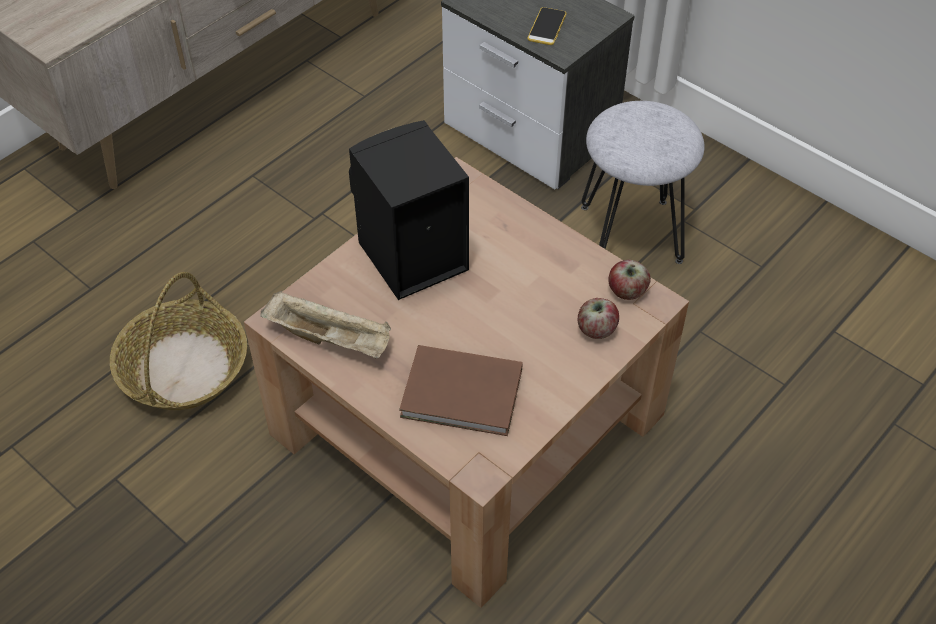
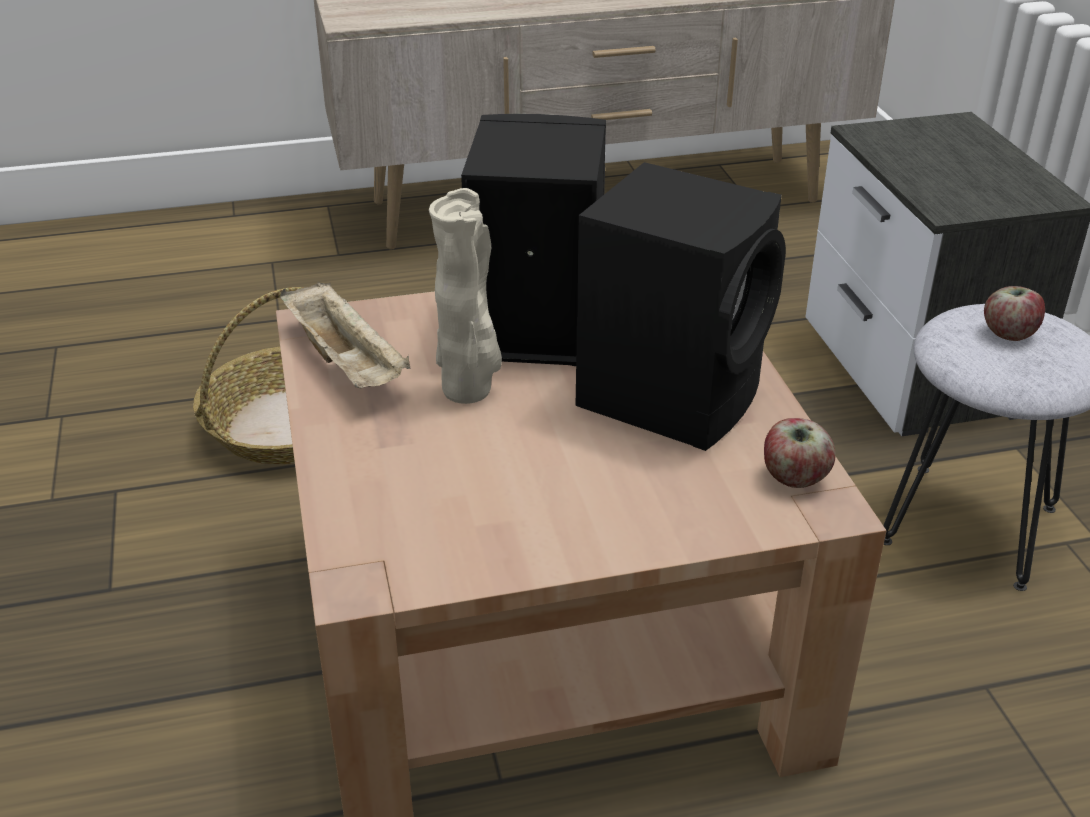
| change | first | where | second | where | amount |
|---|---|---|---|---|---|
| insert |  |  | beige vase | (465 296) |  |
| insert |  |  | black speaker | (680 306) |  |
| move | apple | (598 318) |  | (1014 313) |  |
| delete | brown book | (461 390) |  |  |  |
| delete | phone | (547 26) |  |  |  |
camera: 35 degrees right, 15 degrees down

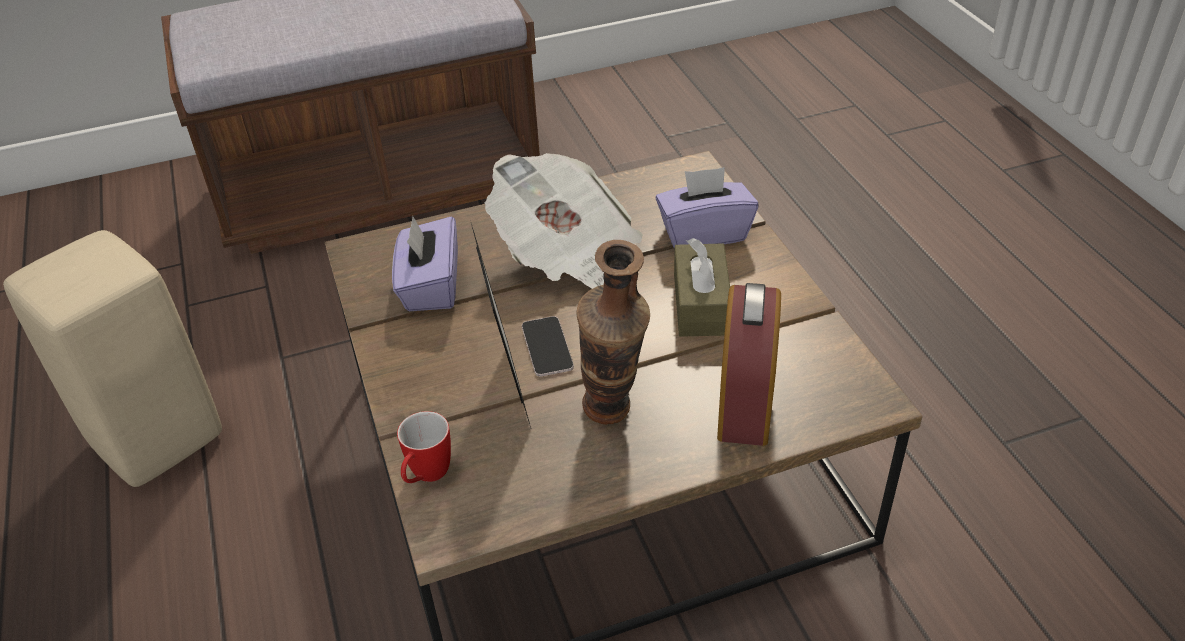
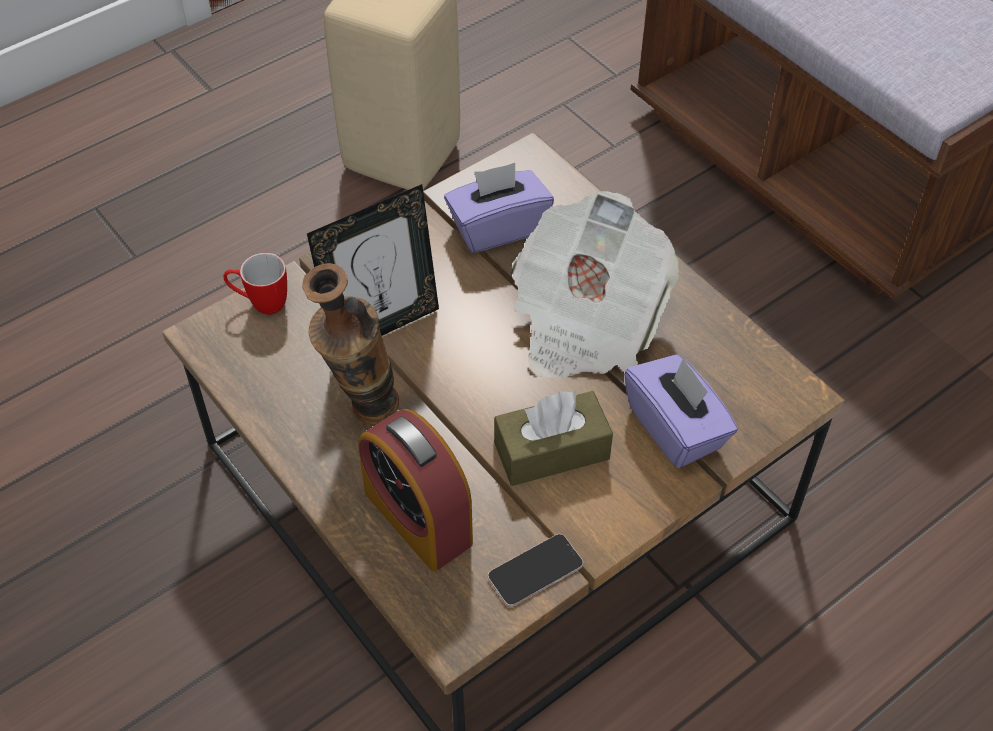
| change | first | where | second | where | amount |
|---|---|---|---|---|---|
| rotate | alarm clock | (749 364) |  | (415 490) | 60 degrees clockwise |
| move | phone | (548 346) |  | (535 570) |  |
camera: 70 degrees right, 10 degrees up

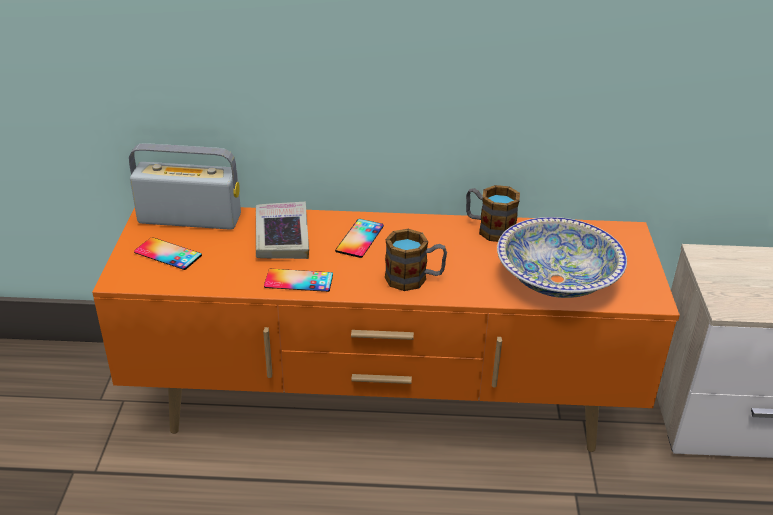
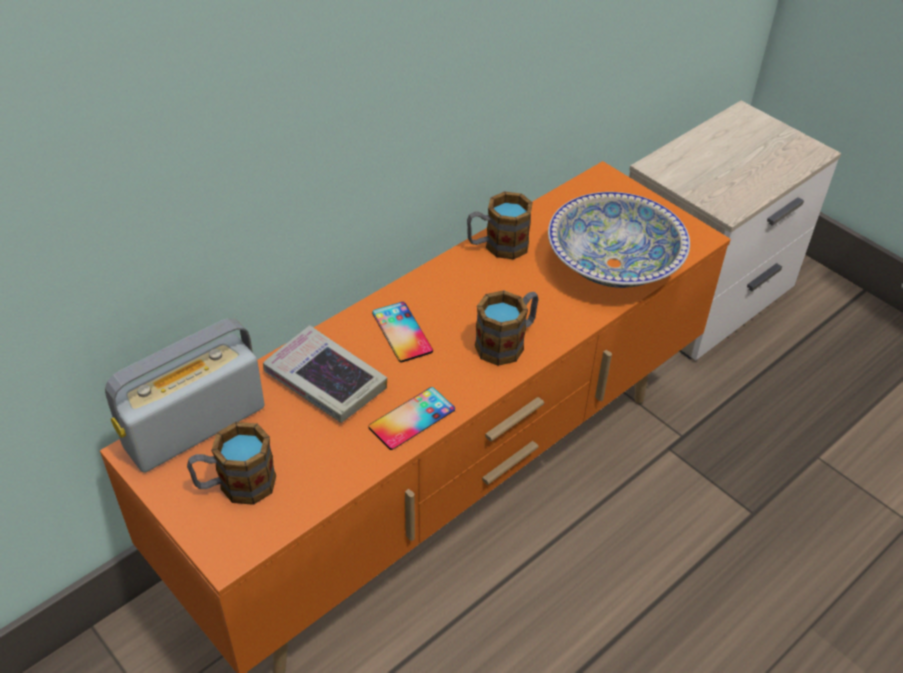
| change | first | where | second | where | amount |
|---|---|---|---|---|---|
| replace | phone | (168 253) | mug | (231 463) |  |
camera: 45 degrees left, 10 degrees up

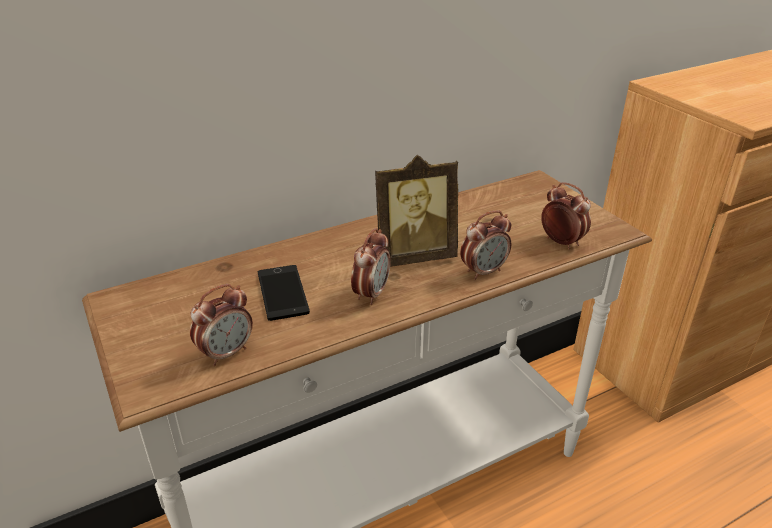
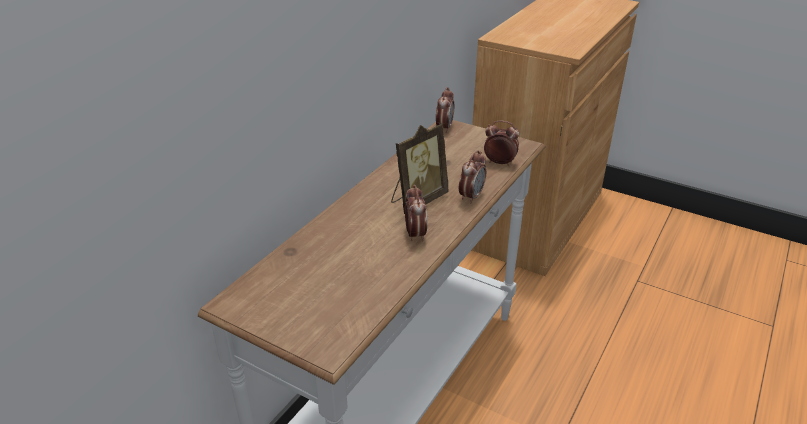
| change | first | where | second | where | amount |
|---|---|---|---|---|---|
| move | alarm clock | (221 325) |  | (445 110) |  |
| delete | phone | (284 293) |  |  |  |
camera: 30 degrees left, 0 degrees up

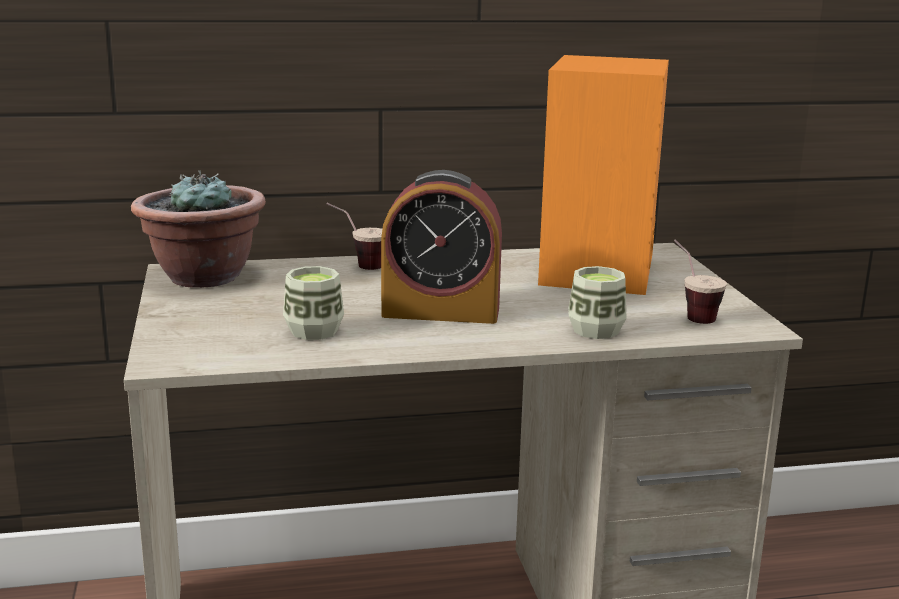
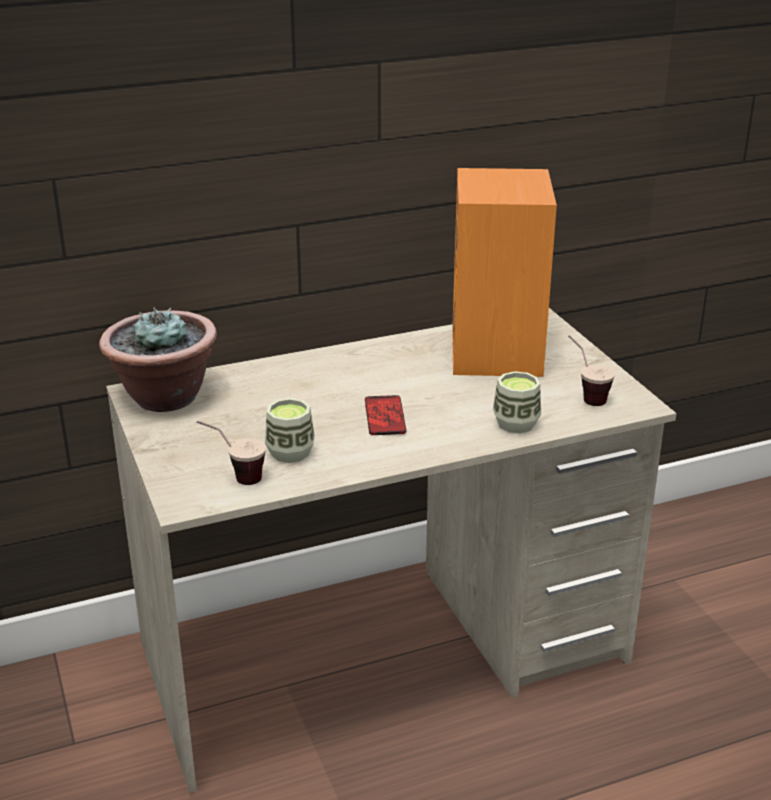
| change | first | where | second | where | amount |
|---|---|---|---|---|---|
| move | cup | (354 236) |  | (231 453) |  |
| replace | alarm clock | (441 247) | phone | (385 415) |  |
camera: 10 degrees left, 10 degrees up

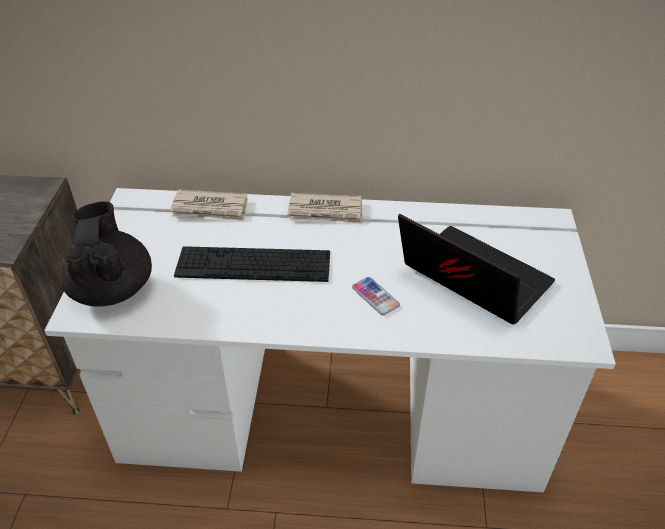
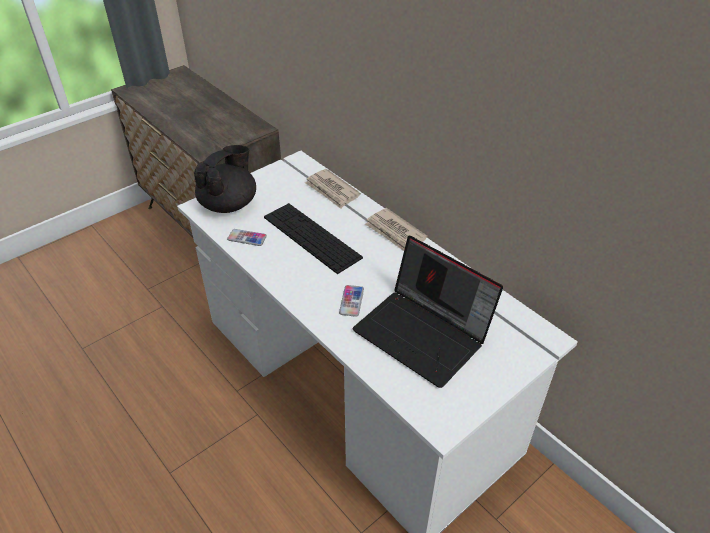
| change | first | where | second | where | amount |
|---|---|---|---|---|---|
| insert |  |  | phone | (247 237) |  |
| rotate | laptop | (476 269) |  | (427 312) | 135 degrees clockwise |
camera: 45 degrees right, 0 degrees up

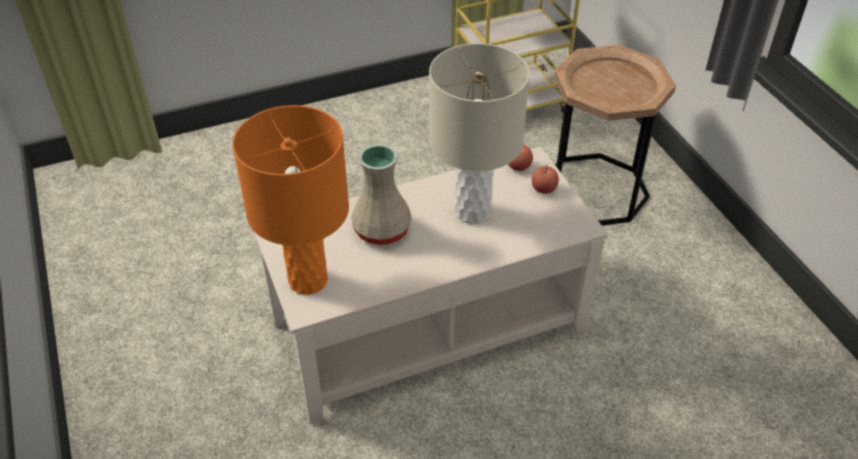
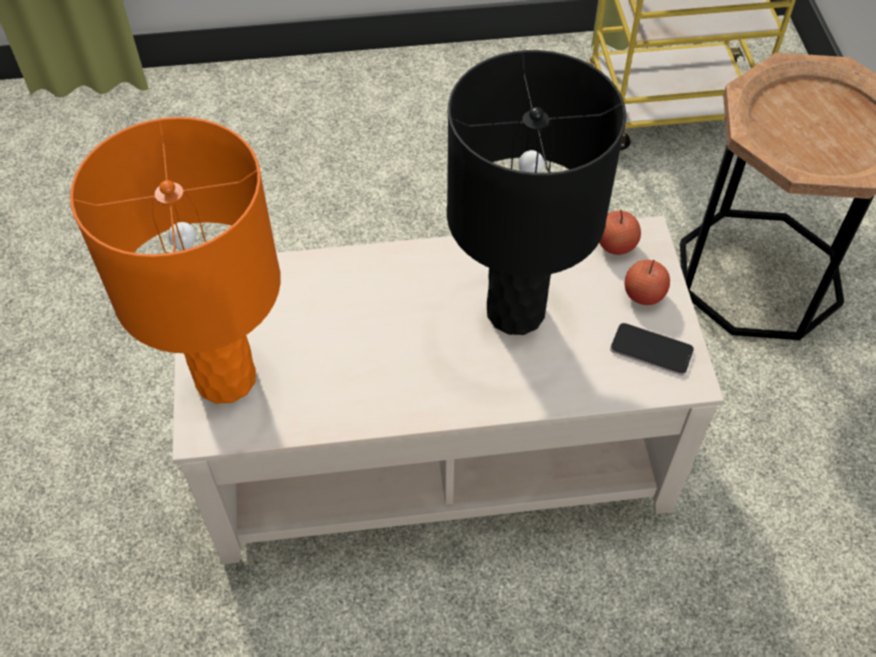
| change | first | where | second | where | amount |
|---|---|---|---|---|---|
| recolor | beige table lamp | (479 133) | black table lamp | (536 192) |  |
| insert |  |  | phone | (652 349) |  |
| delete | beige vase | (381 194) |  |  |  |
camera: 15 degrees right, 10 degrees up

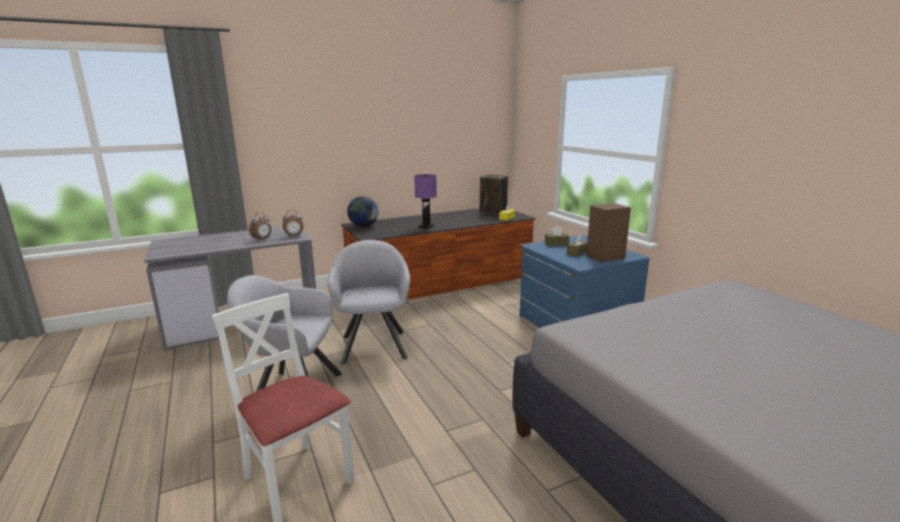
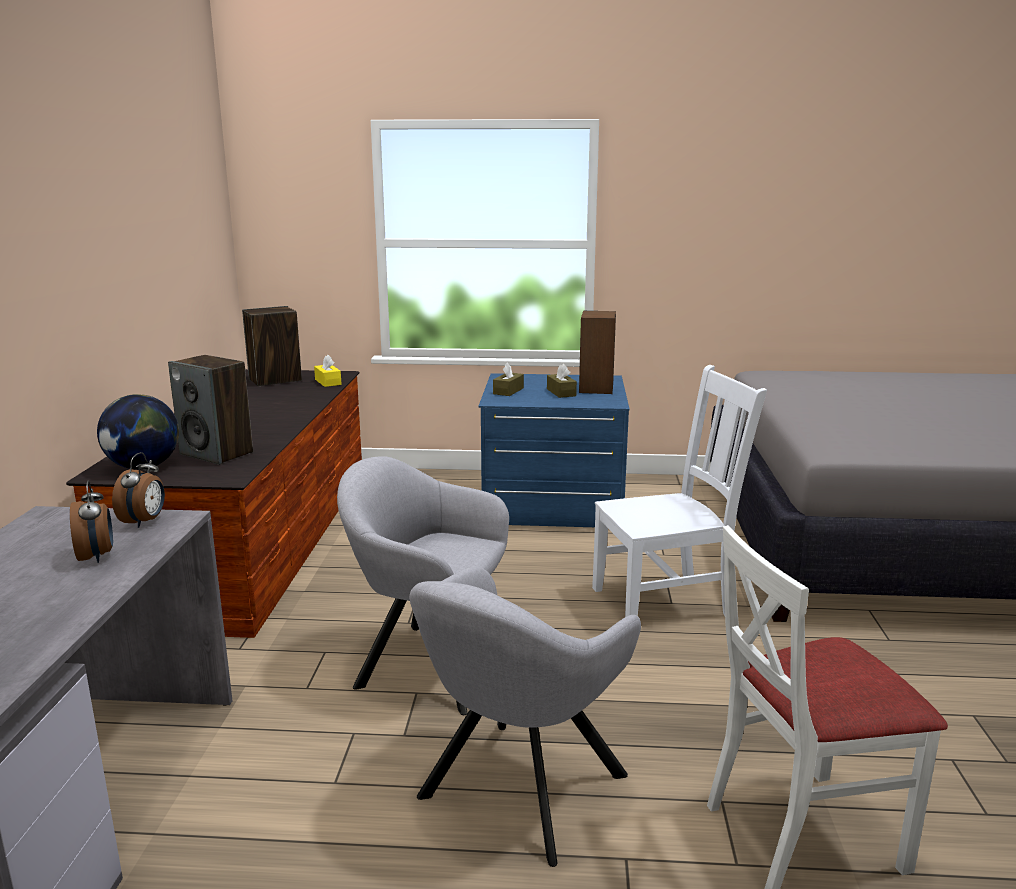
| change | first | where | second | where | amount |
|---|---|---|---|---|---|
| insert |  |  | speaker | (210 410) |  |
| insert |  |  | white chair | (679 491) |  |
| delete | purple table lamp | (425 201) |  |  |  |
camera: 60 degrees left, 0 degrees up

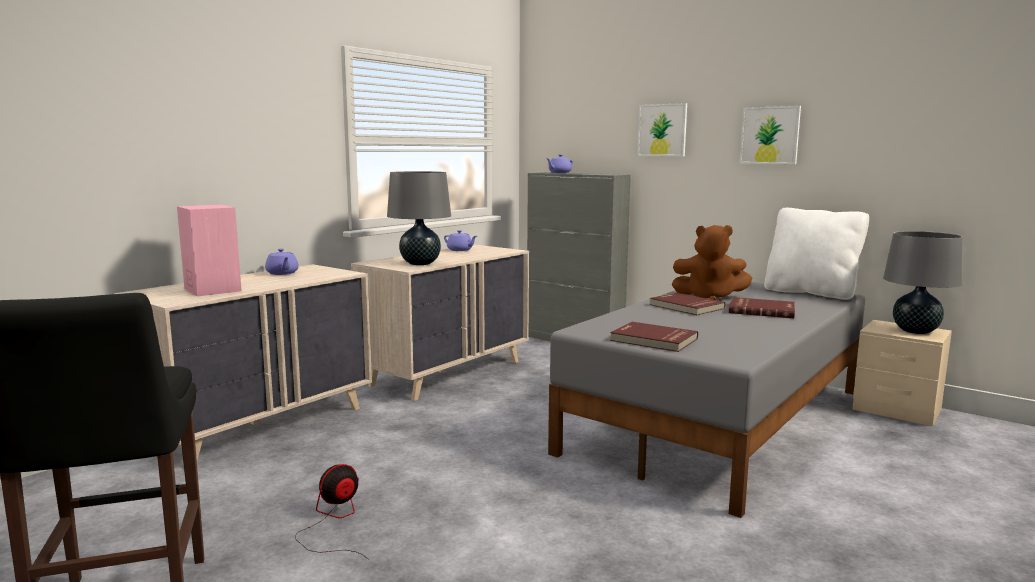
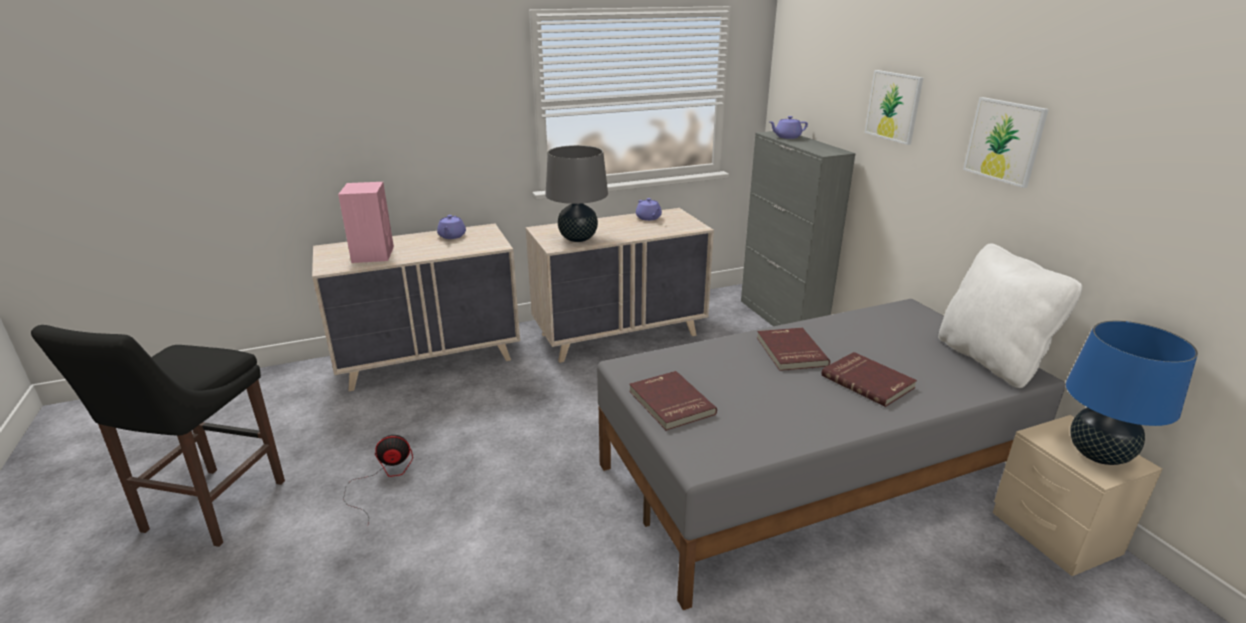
| change | first | where | second | where | amount |
|---|---|---|---|---|---|
| recolor | grey table lamp | (923 282) | blue table lamp | (1132 393) |  |
| delete | brown plush toy | (712 262) |  |  |  |
camera: 30 degrees right, 15 degrees up

